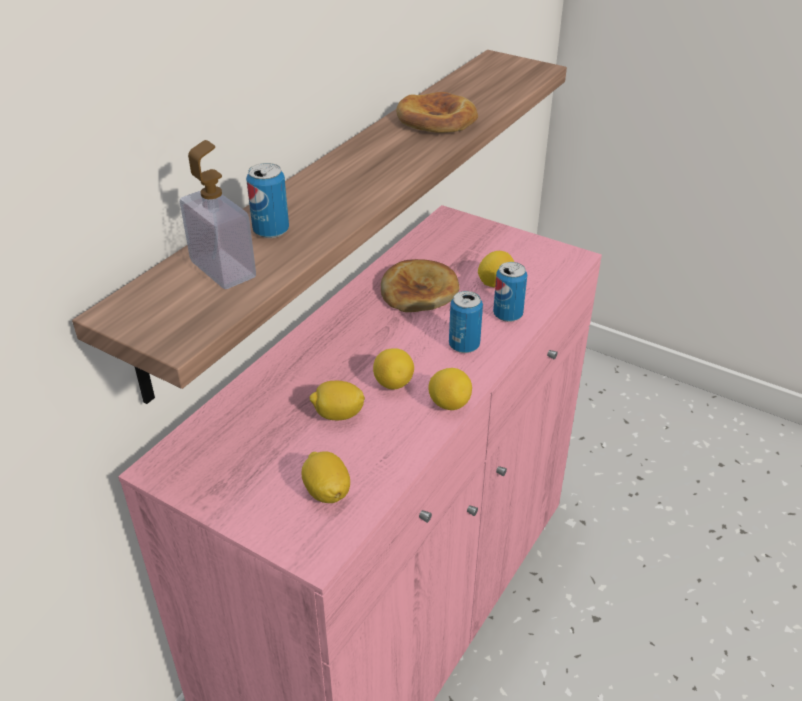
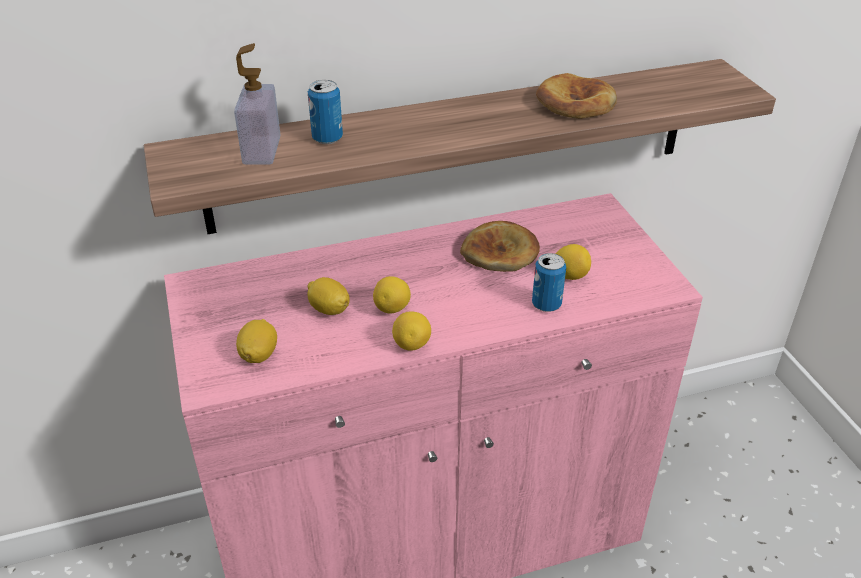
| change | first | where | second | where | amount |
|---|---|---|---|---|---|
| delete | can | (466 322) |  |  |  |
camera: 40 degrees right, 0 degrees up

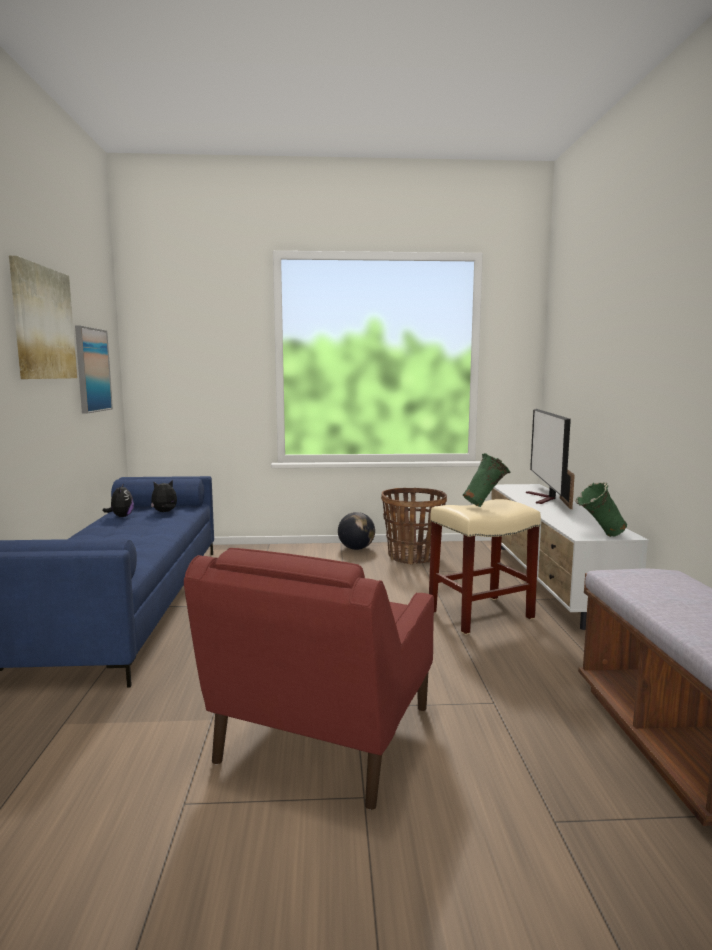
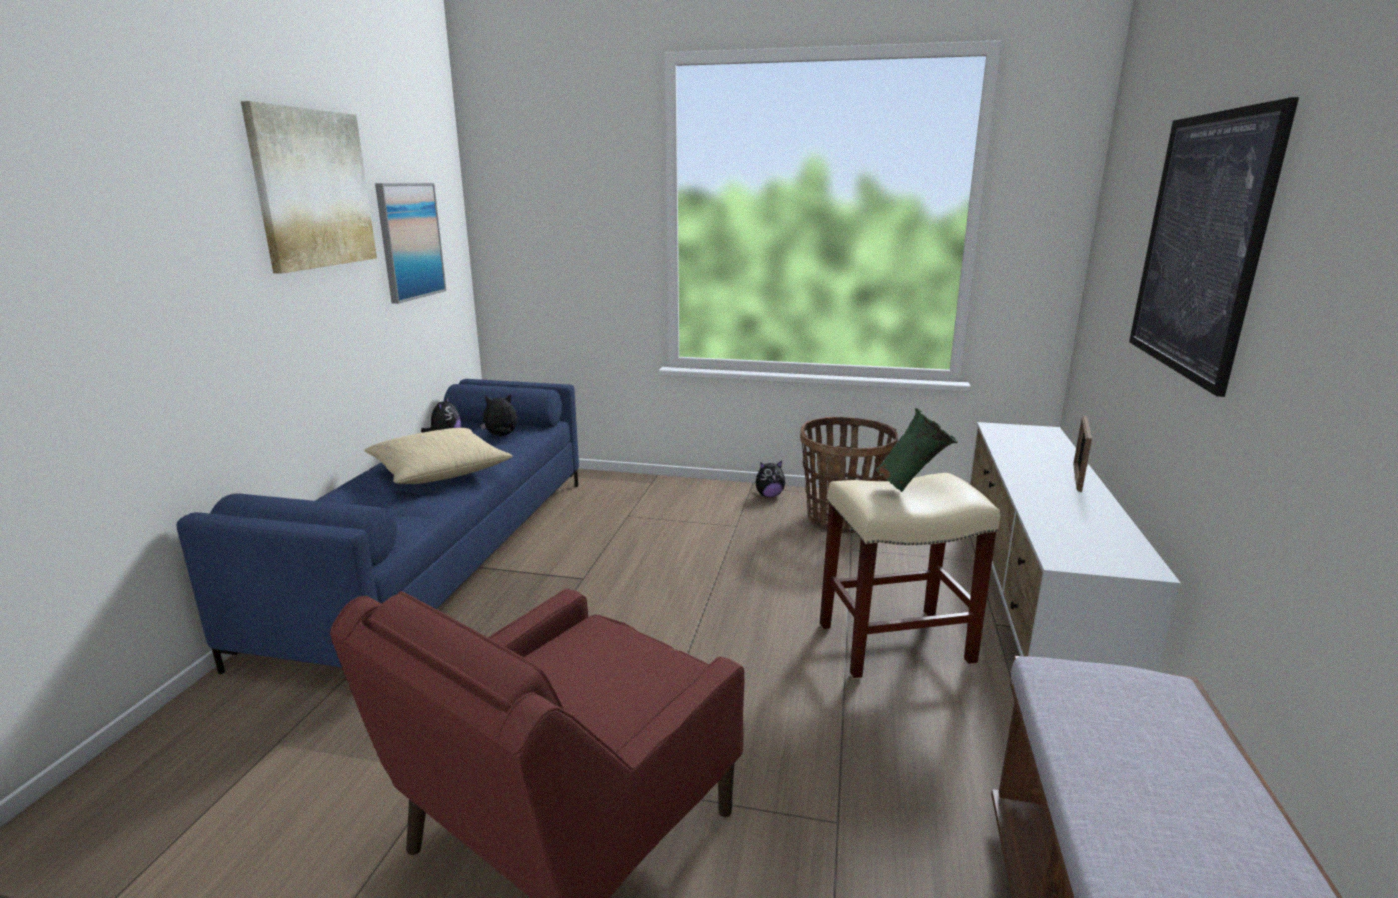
| change | first | where | second | where | amount |
|---|---|---|---|---|---|
| insert |  |  | beige pillow | (438 456) |  |
| replace | globe | (356 531) | plush toy | (770 479) |  |
| insert |  |  | picture | (1214 247) |  |
| delete | television | (548 456) |  |  |  |
| delete | green vase | (601 509) |  |  |  |
camera: 15 degrees right, 10 degrees up

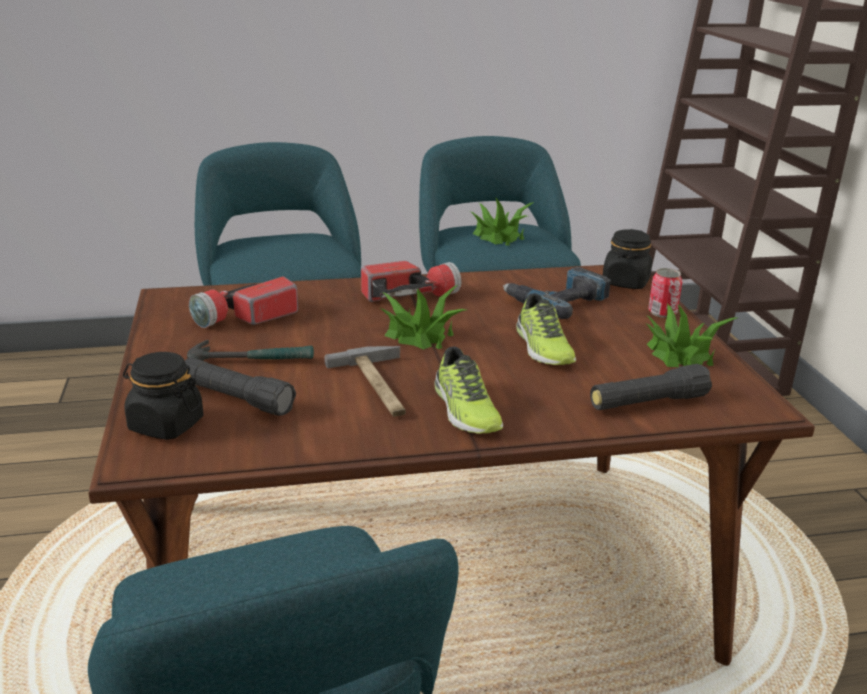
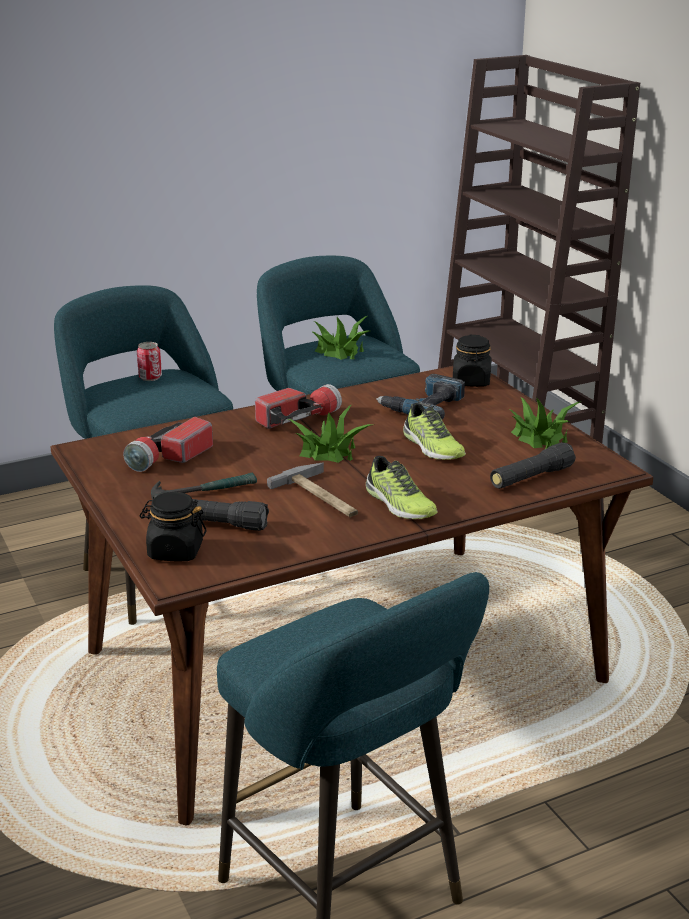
| change | first | where | second | where | amount |
|---|---|---|---|---|---|
| move | can | (665 293) |  | (149 361) |  |
camera: 15 degrees left, 0 degrees up

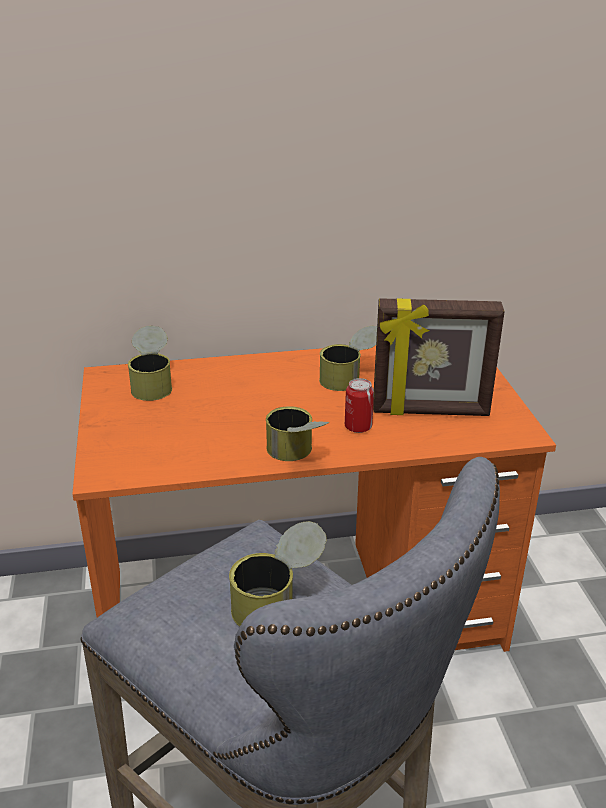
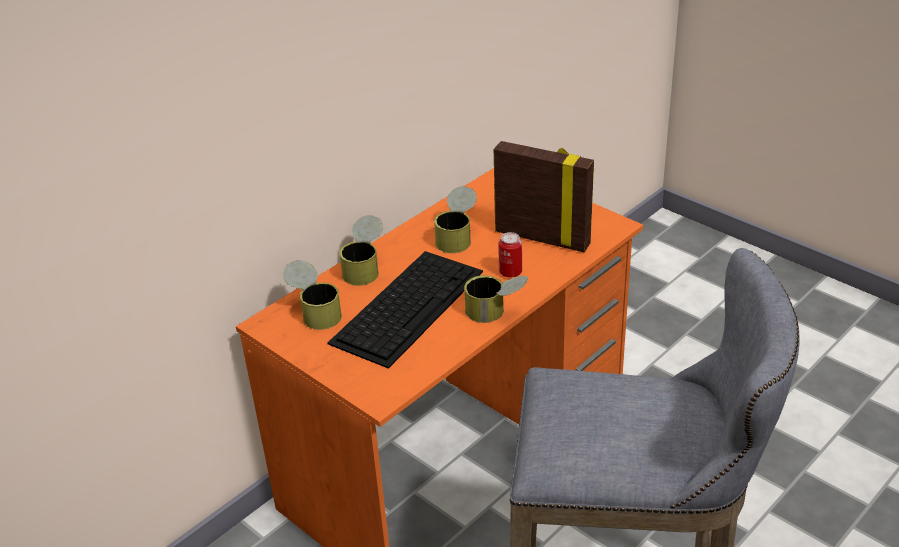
| change | first | where | second | where | amount |
|---|---|---|---|---|---|
| insert |  |  | keyboard | (405 310) |  |
| move | can | (278 574) |  | (361 250) |  |
| rotate | picture frame | (439 357) |  | (544 196) | 120 degrees counterclockwise |
camera: 35 degrees left, 5 degrees up

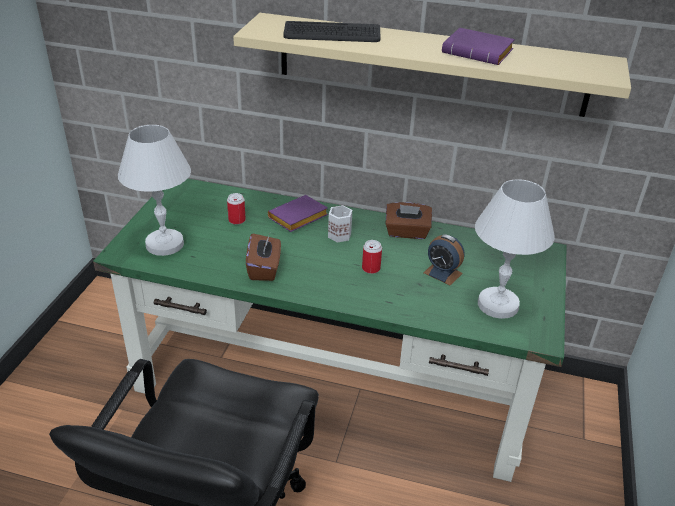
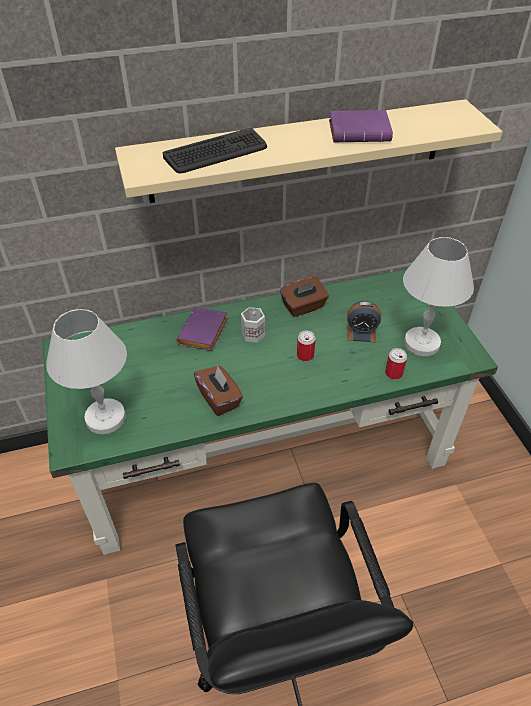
| change | first | where | second | where | amount |
|---|---|---|---|---|---|
| move | can | (236 209) |  | (396 364) |  |
camera: 30 degrees left, 10 degrees up

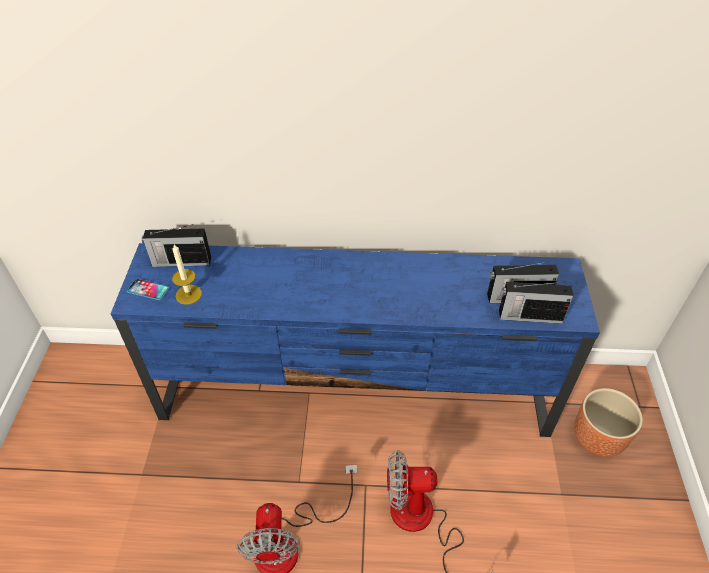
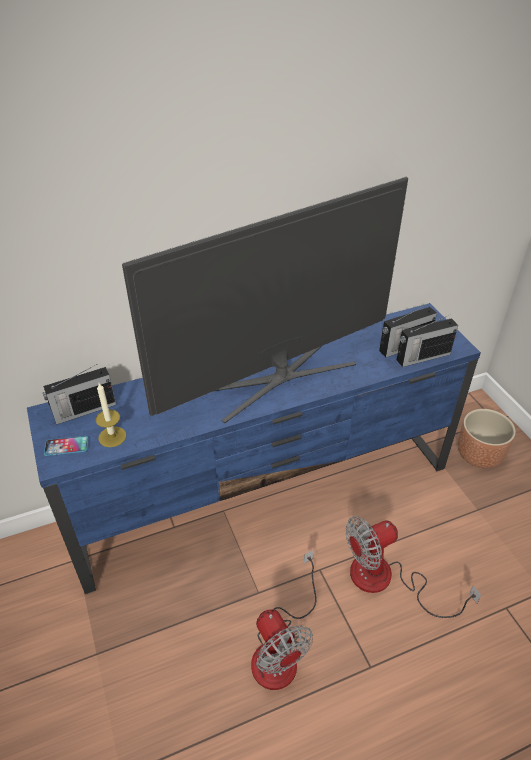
| change | first | where | second | where | amount |
|---|---|---|---|---|---|
| insert |  |  | television | (265 300) |  |
camera: 25 degrees left, 5 degrees down

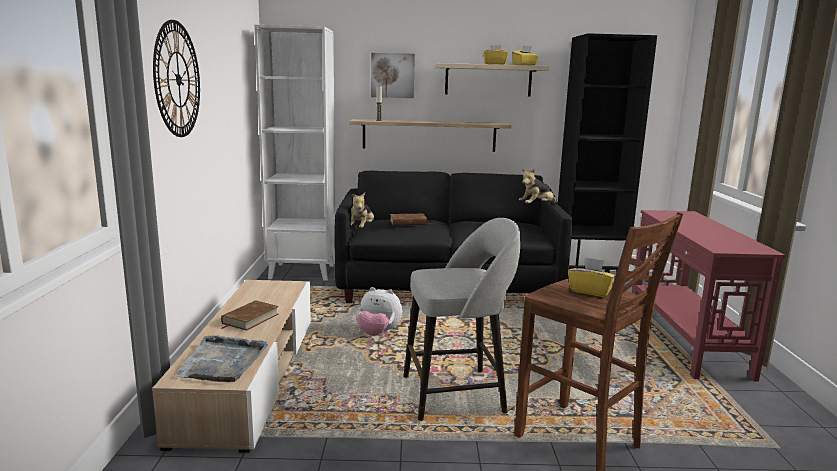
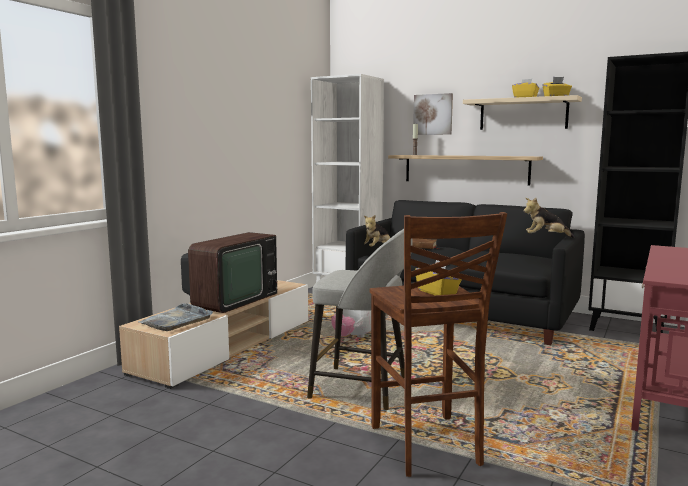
| change | first | where | second | where | amount |
|---|---|---|---|---|---|
| replace | brown book | (250 315) | television | (229 272) |  |
| delete | wall clock | (176 78) |  |  |  |
camera: 30 degrees right, 5 degrees down

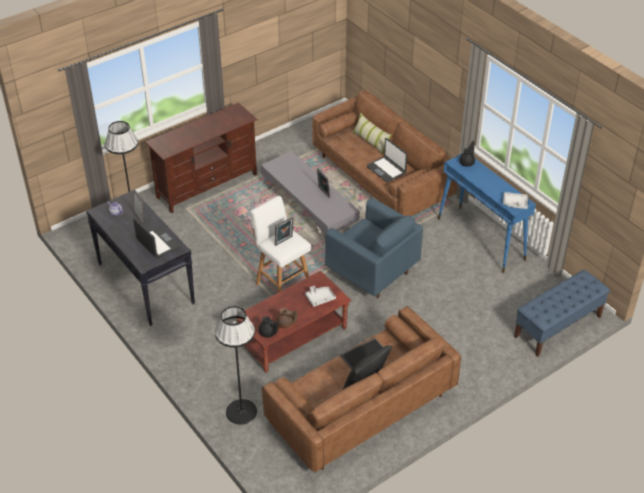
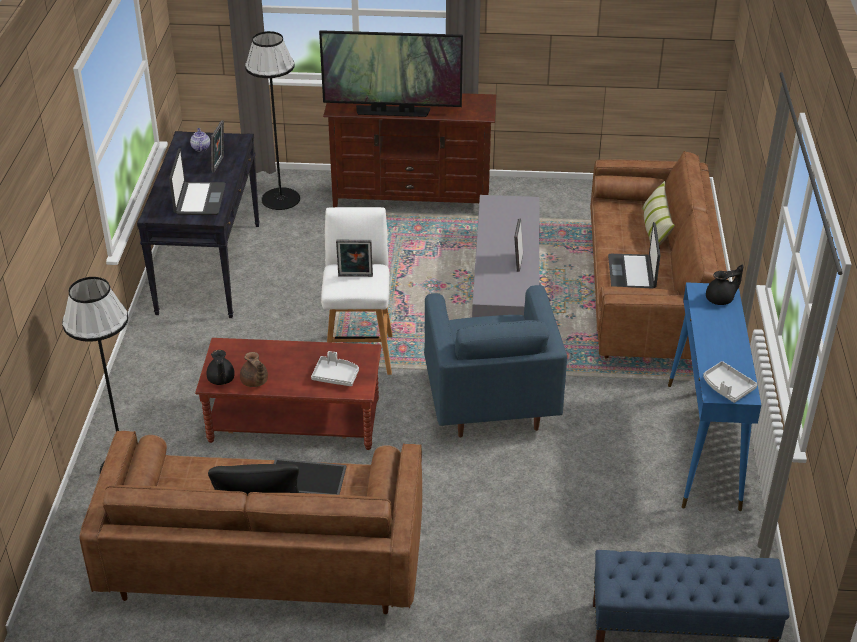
| change | first | where | second | where | amount |
|---|---|---|---|---|---|
| insert |  |  | television | (391 73) |  |
camera: 40 degrees right, 5 degrees down

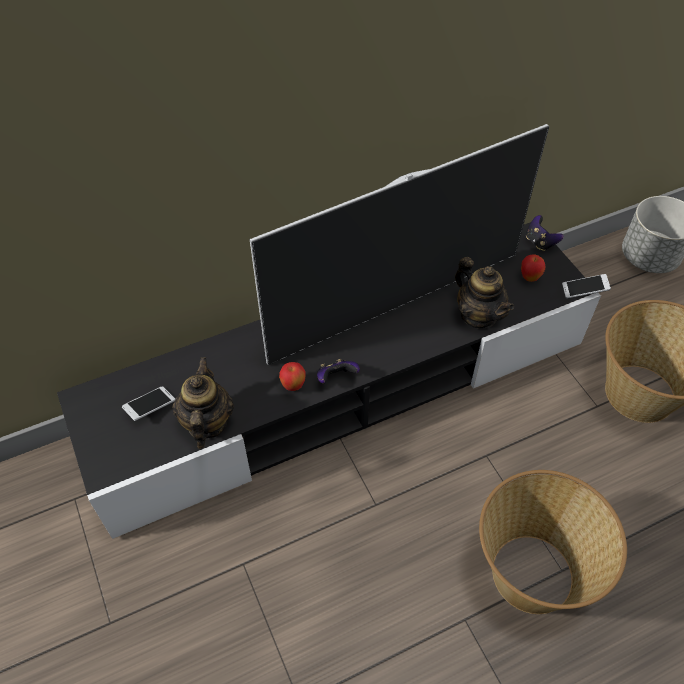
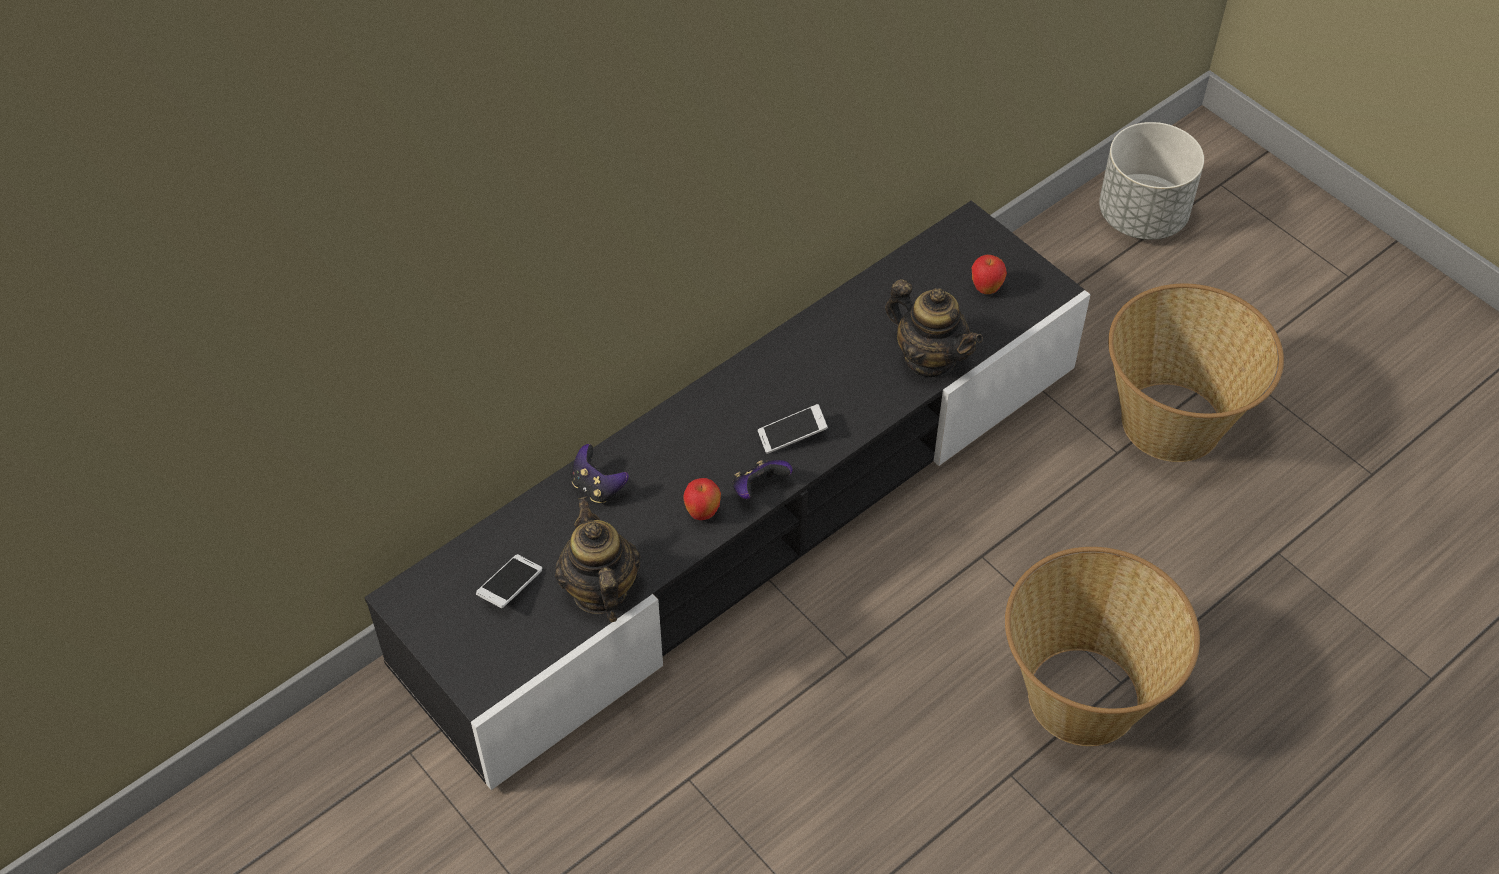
| change | first | where | second | where | amount |
|---|---|---|---|---|---|
| move | game controller | (545 233) |  | (600 473) |  |
| move | phone | (586 286) |  | (793 429) |  |
| delete | television | (399 244) |  |  |  |
camera: 15 degrees left, 0 degrees up

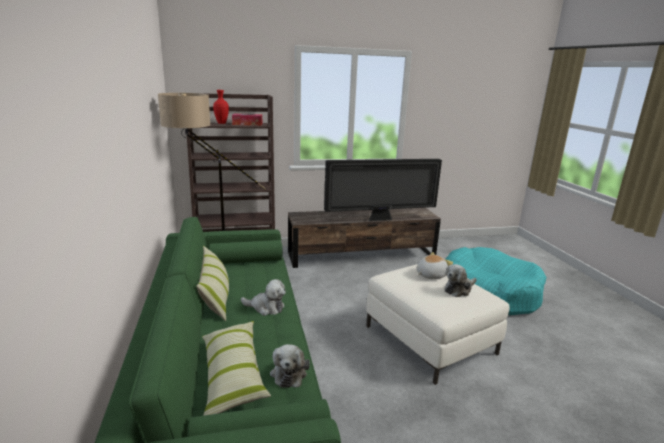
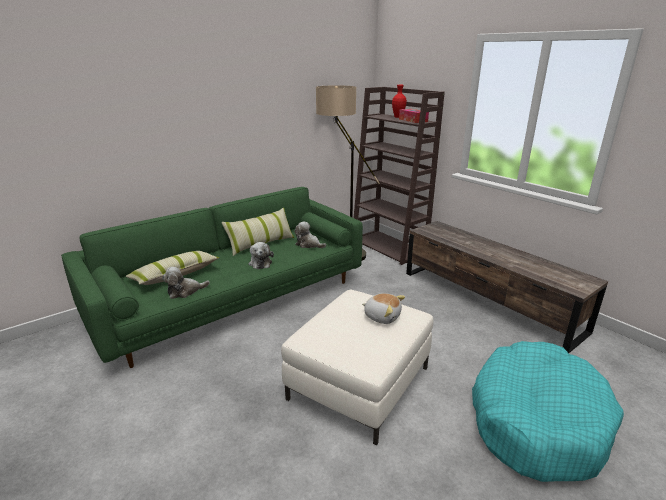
| change | first | where | second | where | amount |
|---|---|---|---|---|---|
| move | plush toy | (460 280) |  | (310 235) |  |
| delete | television | (383 190) |  |  |  |
camera: 65 degrees right, 5 degrees up

